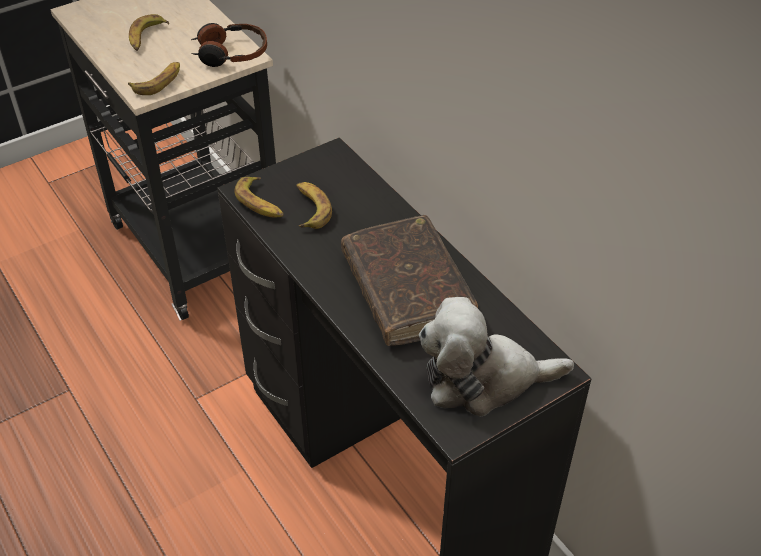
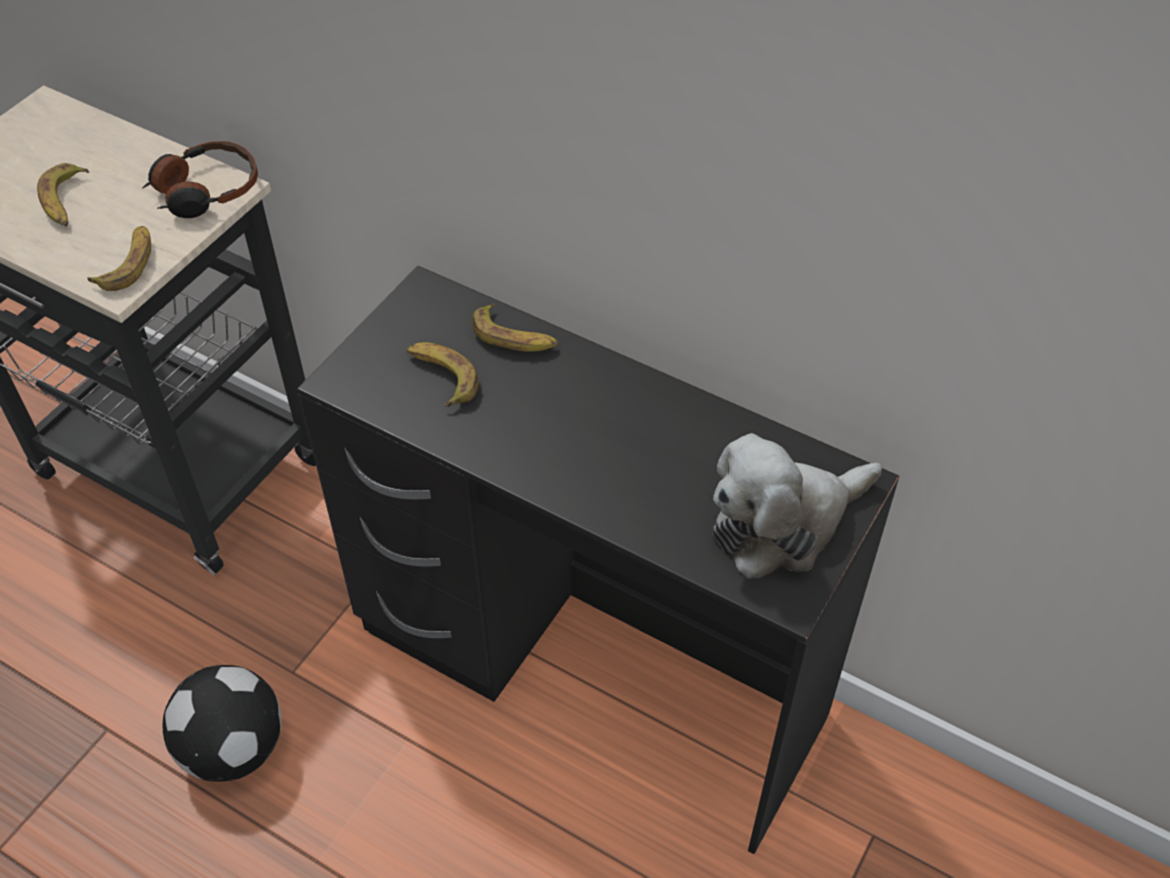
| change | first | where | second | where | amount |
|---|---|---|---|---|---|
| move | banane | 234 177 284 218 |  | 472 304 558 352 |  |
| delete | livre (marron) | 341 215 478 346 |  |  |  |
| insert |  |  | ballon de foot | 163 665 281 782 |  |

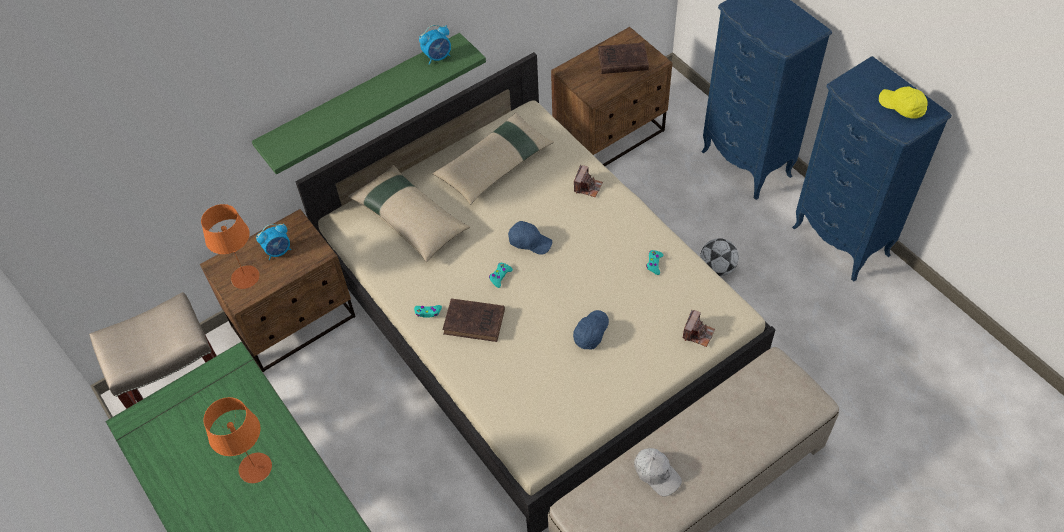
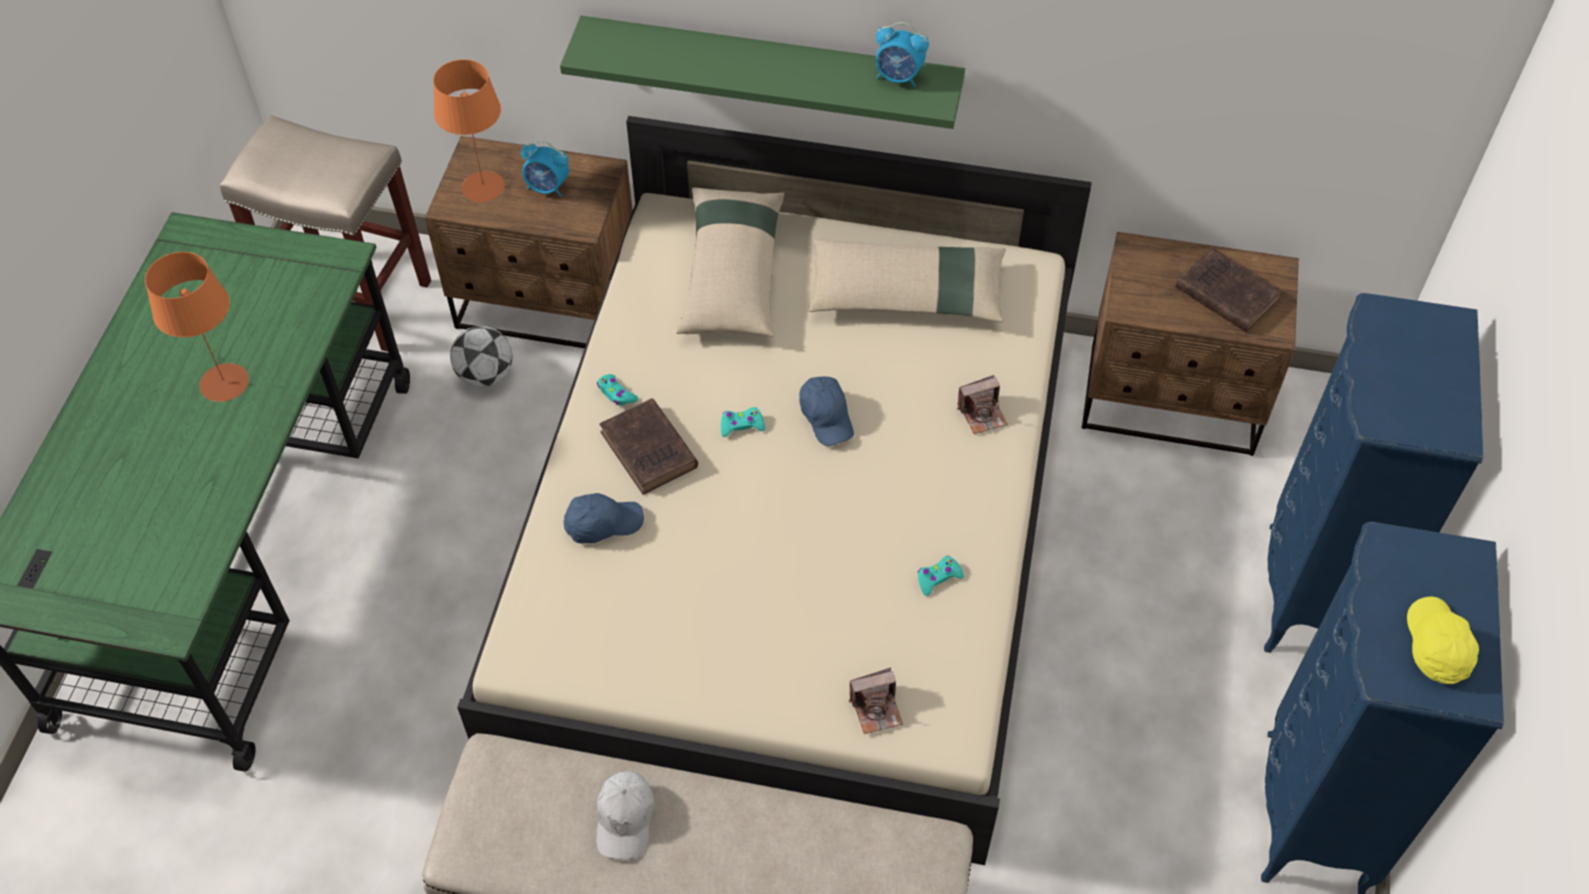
| change | first | where | second | where | amount |
|---|---|---|---|---|---|
| move | ballon de foot | 700 238 739 276 |  | 450 326 513 387 |  |
| move | casquette (bleu) | 573 310 609 350 |  | 564 493 644 543 |  |

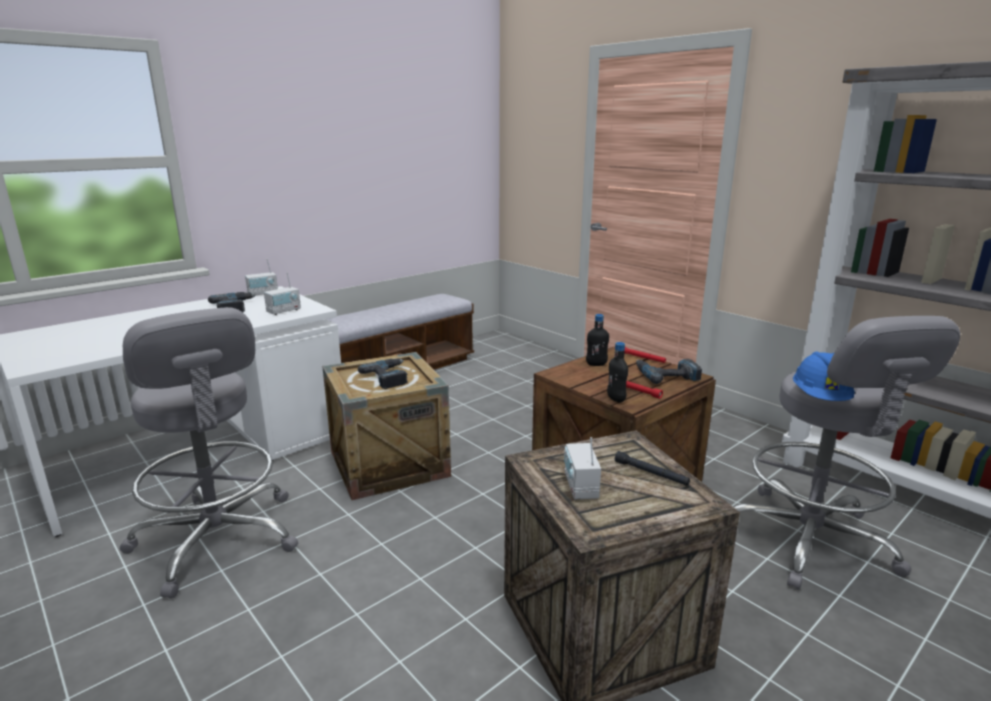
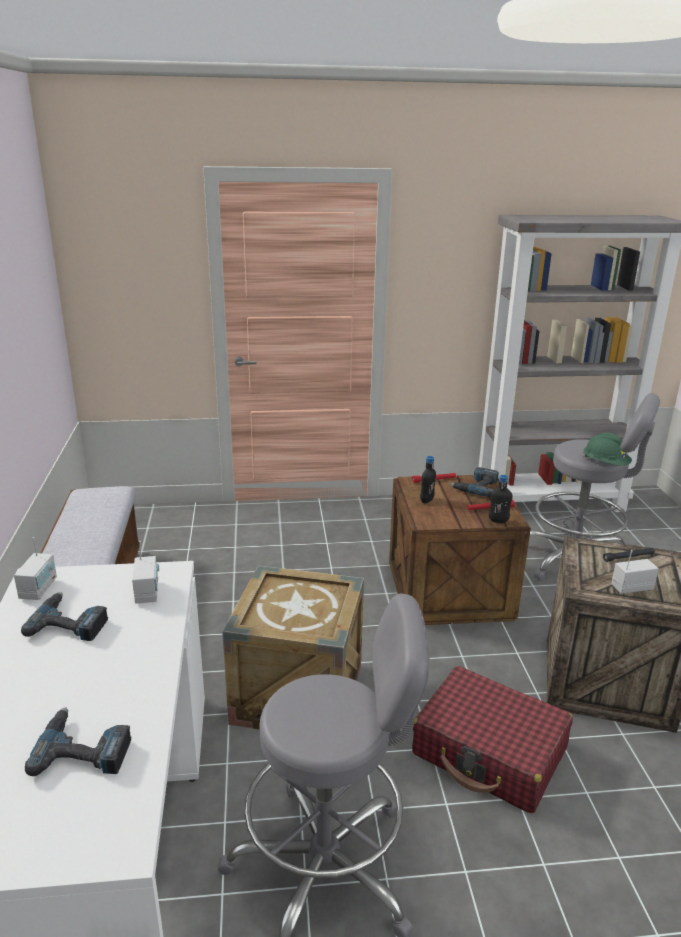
| change | first | where | second | where | amount |
|---|---|---|---|---|---|
| recolor | casque de chantier (bleu) | 793 351 855 401 | casque de chantier (vert) | 583 432 632 466 |  |
| move | perceuse | 358 358 408 389 |  | 25 707 131 776 |  |
| rotate | radio | 564 437 601 499 |  | 611 550 659 594 | 135 degrees clockwise |
| insert |  |  | valise (rouge) | 412 666 573 814 |  |

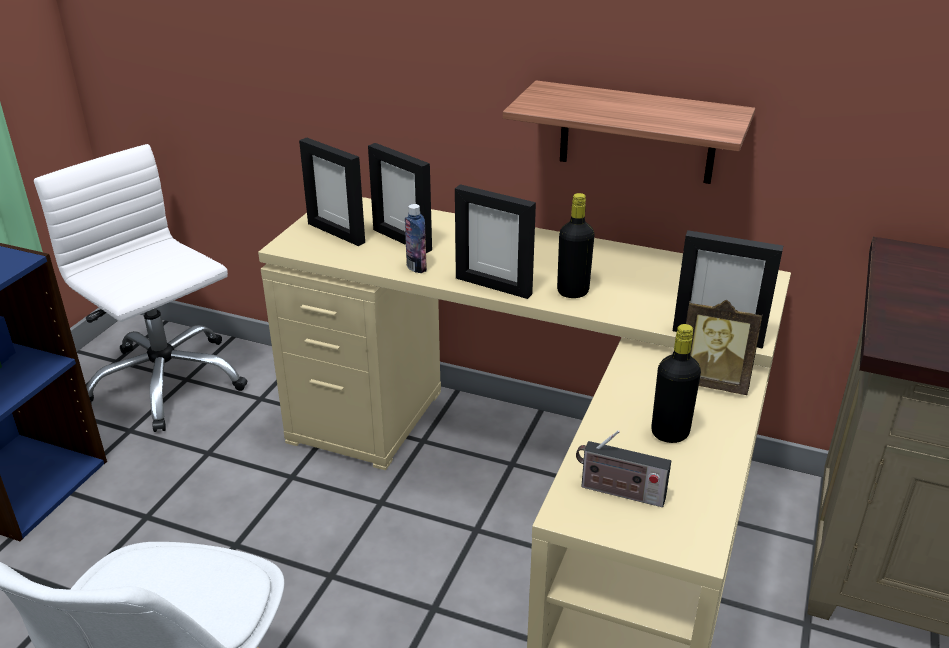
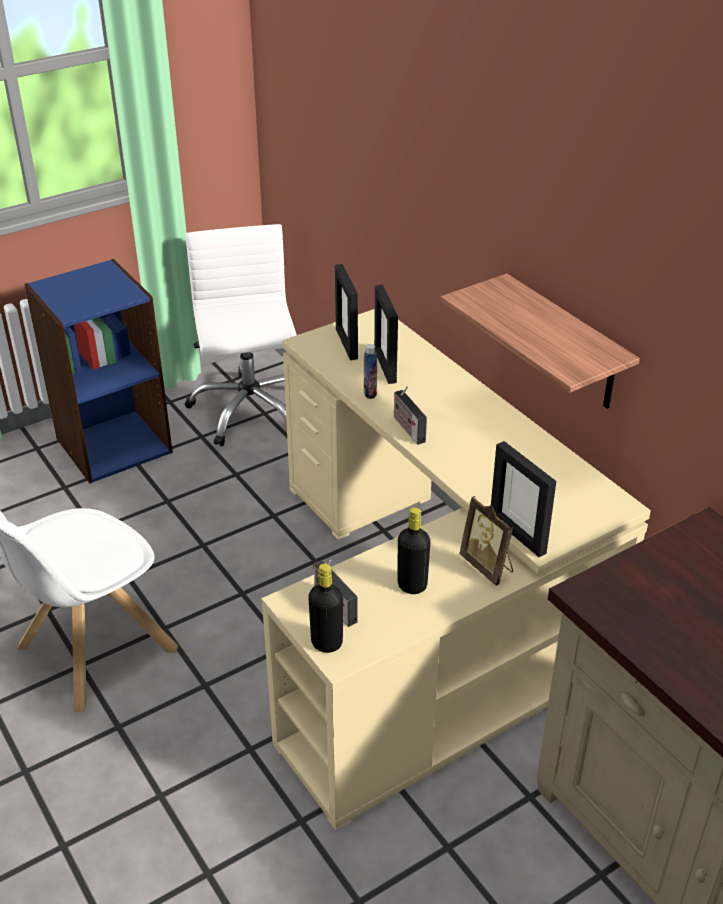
| change | first | where | second | where | amount |
|---|---|---|---|---|---|
| replace | cadre photo | 455 184 536 299 | radio | 394 386 427 445 |  |
| move | bouteille (noir) | 557 193 594 298 |  | 308 563 343 653 |  |

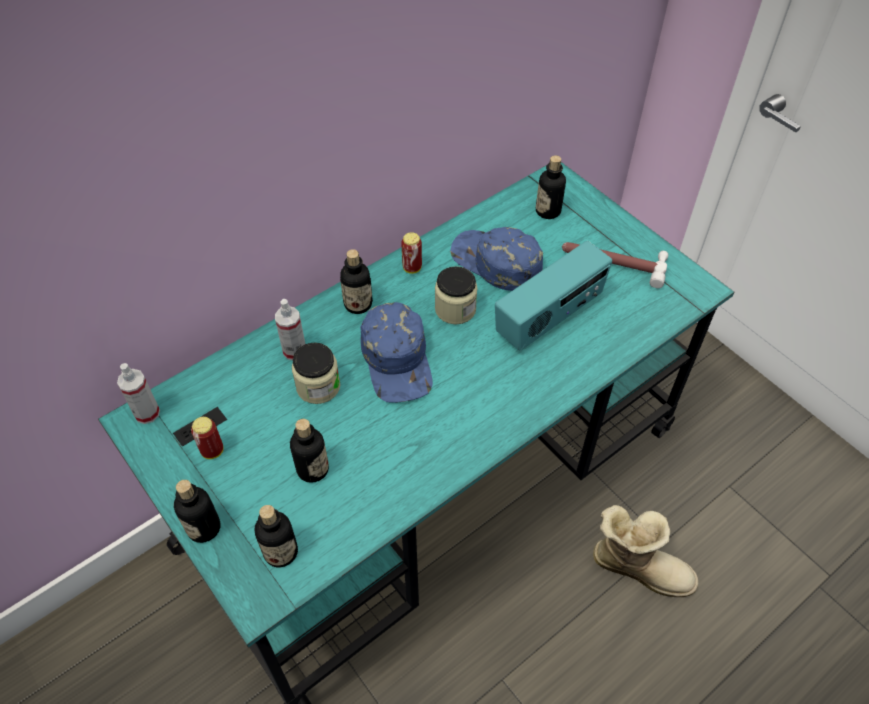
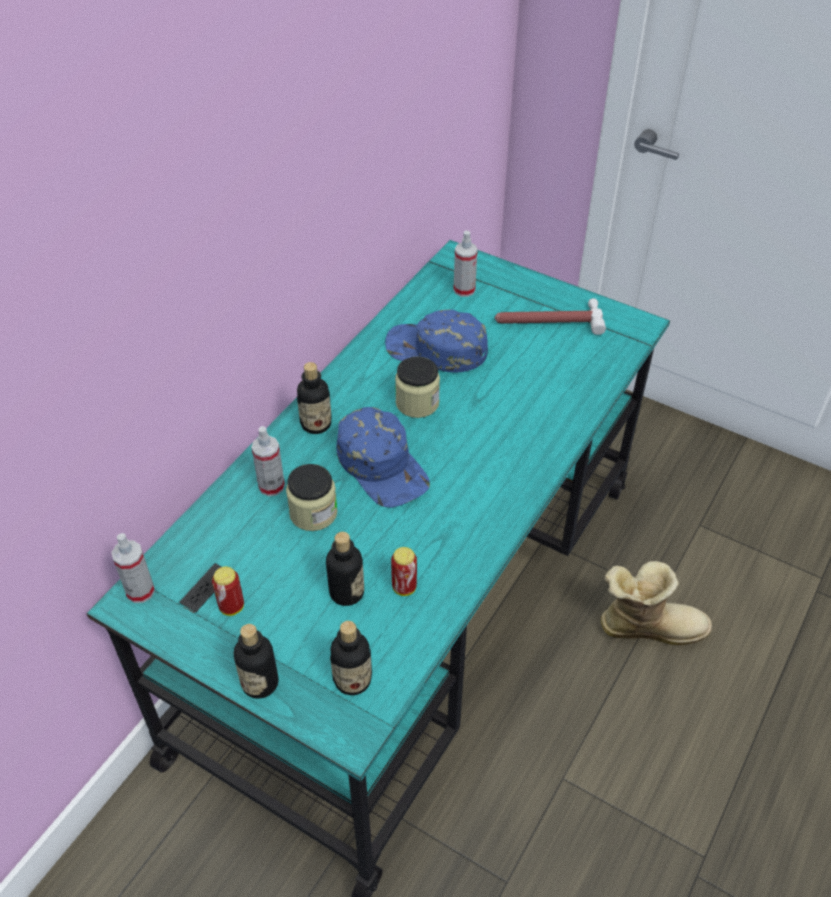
| change | first | where | second | where | amount |
|---|---|---|---|---|---|
| replace | bouteille | 536 155 566 219 | vaporisateur | 453 231 478 297 |  |
| move | boîte métallique | 401 232 422 274 |  | 391 547 417 596 |  |
| delete | radio | 495 241 612 351 |  |  |  |

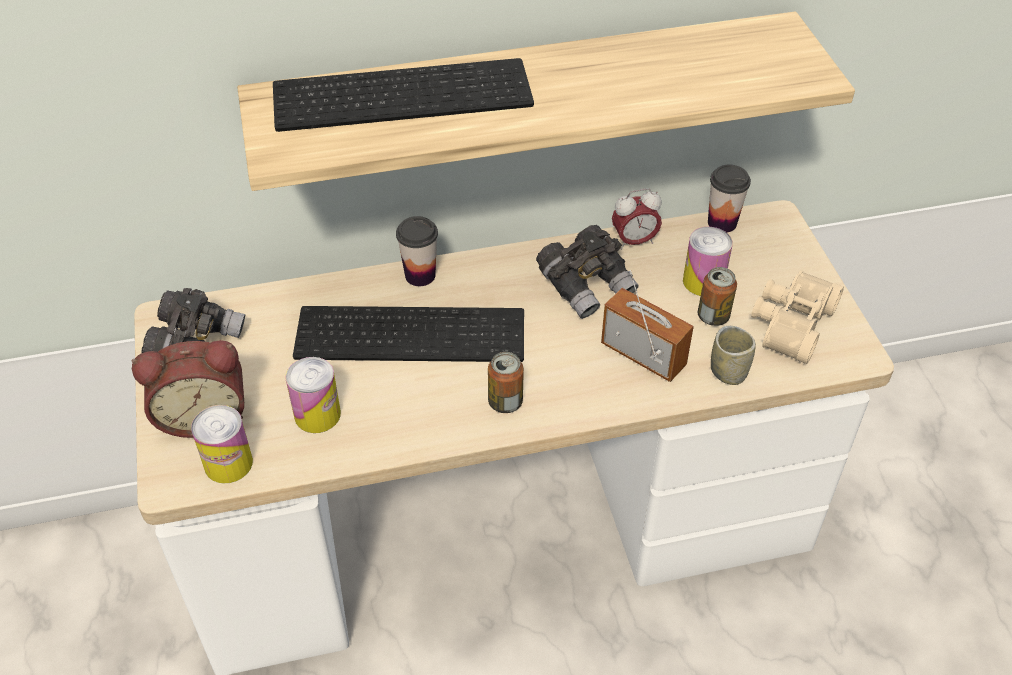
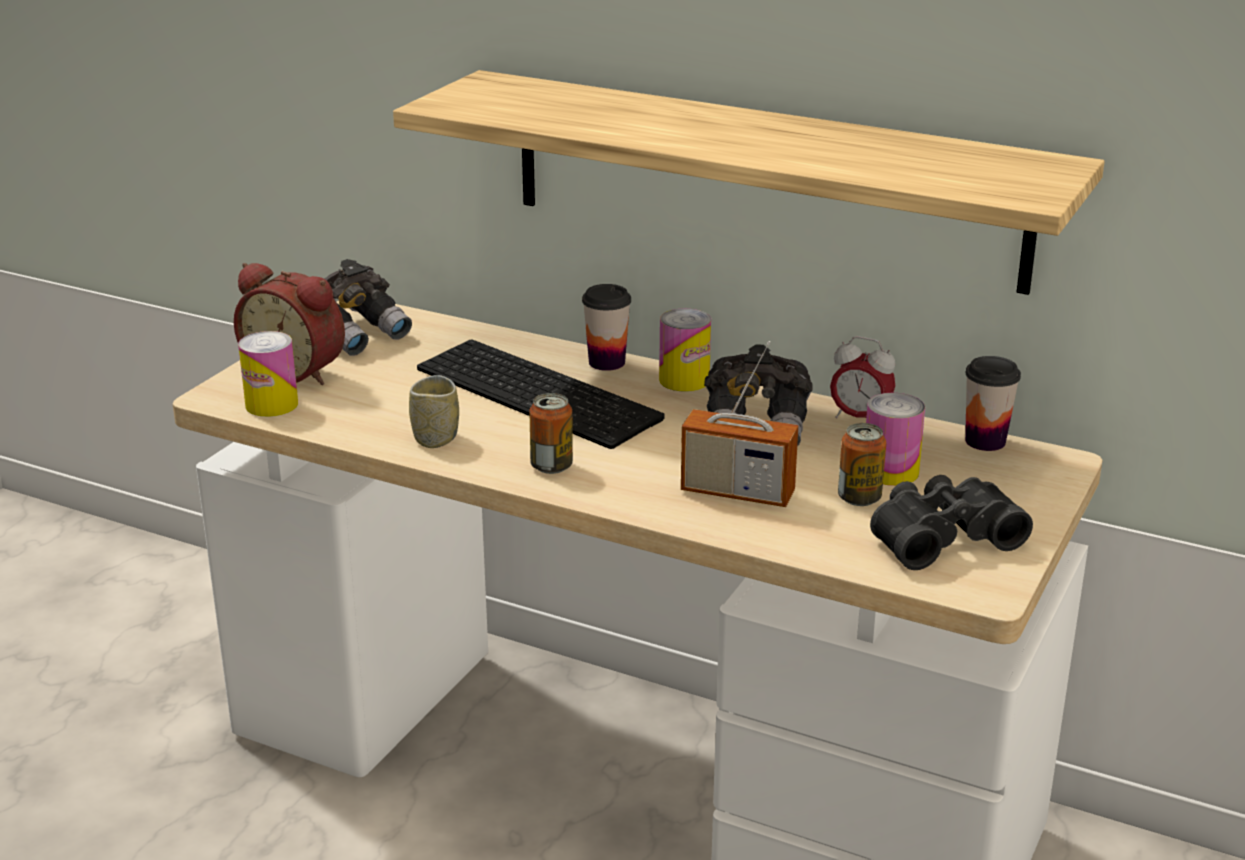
| change | first | where | second | where | amount |
|---|---|---|---|---|---|
| delete | clavier | 273 58 534 132 |  |  |  |
| rotate | radio | 601 270 694 382 |  | 681 341 798 507 | 120 degrees clockwise |
| recolor | jumelles (beige) | 751 271 844 364 | jumelles (noir) | 870 475 1033 570 |  |
| move | tasse | 711 326 756 385 |  | 409 375 459 448 |  |
| move | boîte métallique | 285 357 341 433 |  | 659 309 711 392 |  |

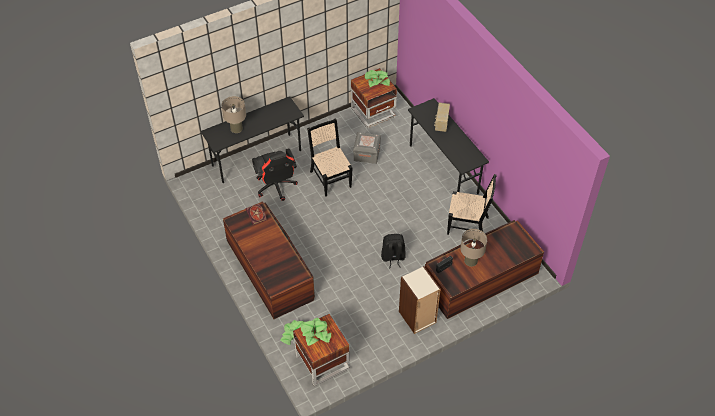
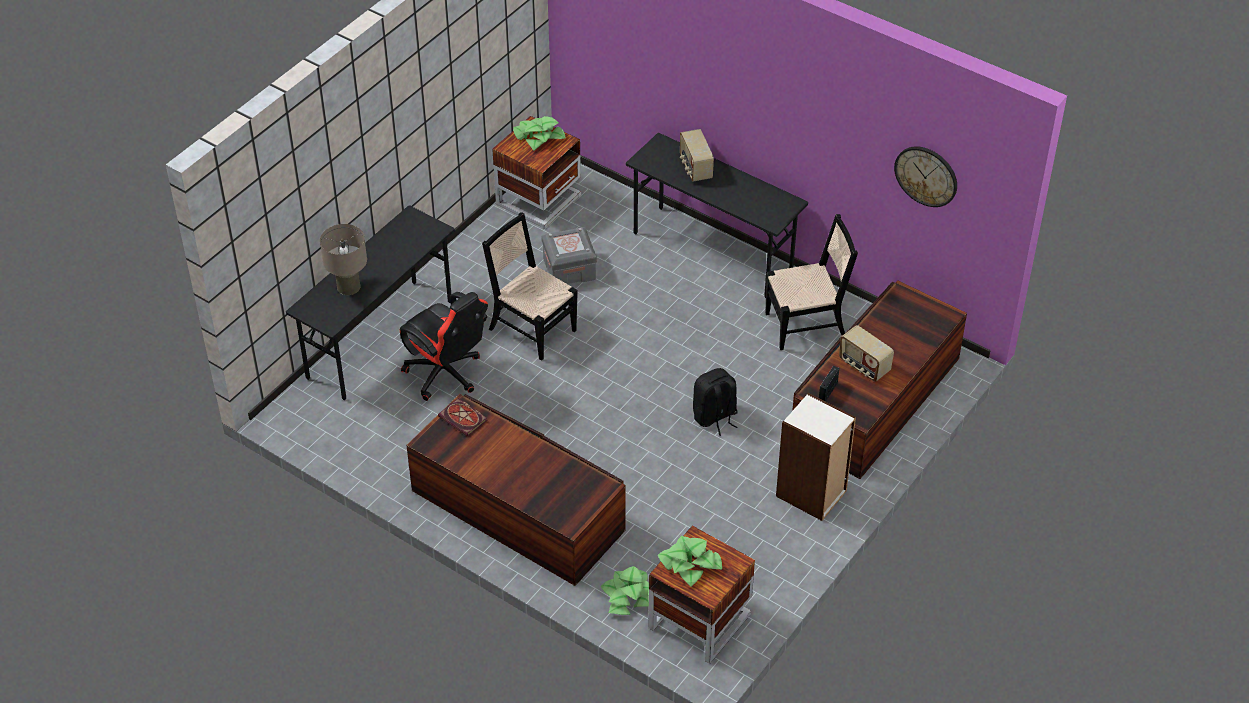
| change | first | where | second | where | amount |
|---|---|---|---|---|---|
| replace | lampe de table (beige) | 460 229 487 267 | radio | 839 325 894 382 |  |
| insert |  |  | horloge murale | 894 146 957 207 |  |

